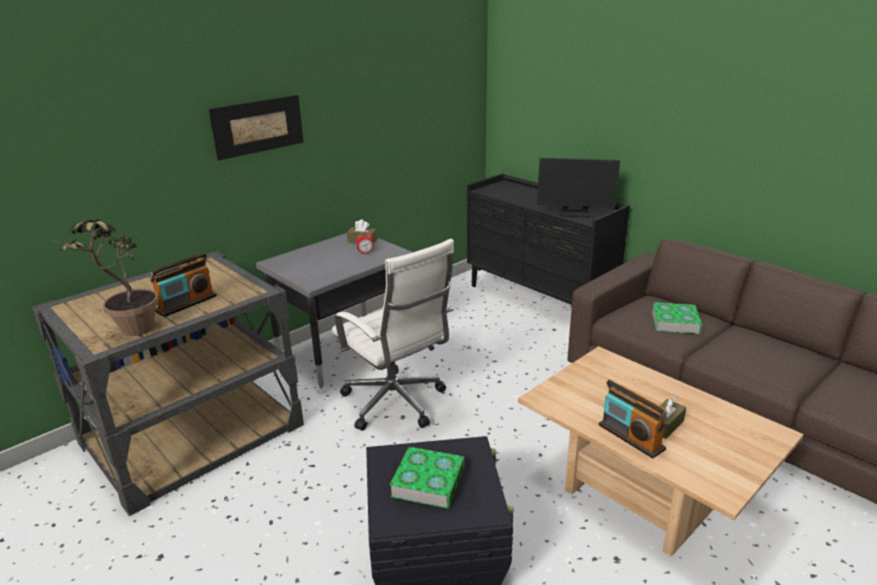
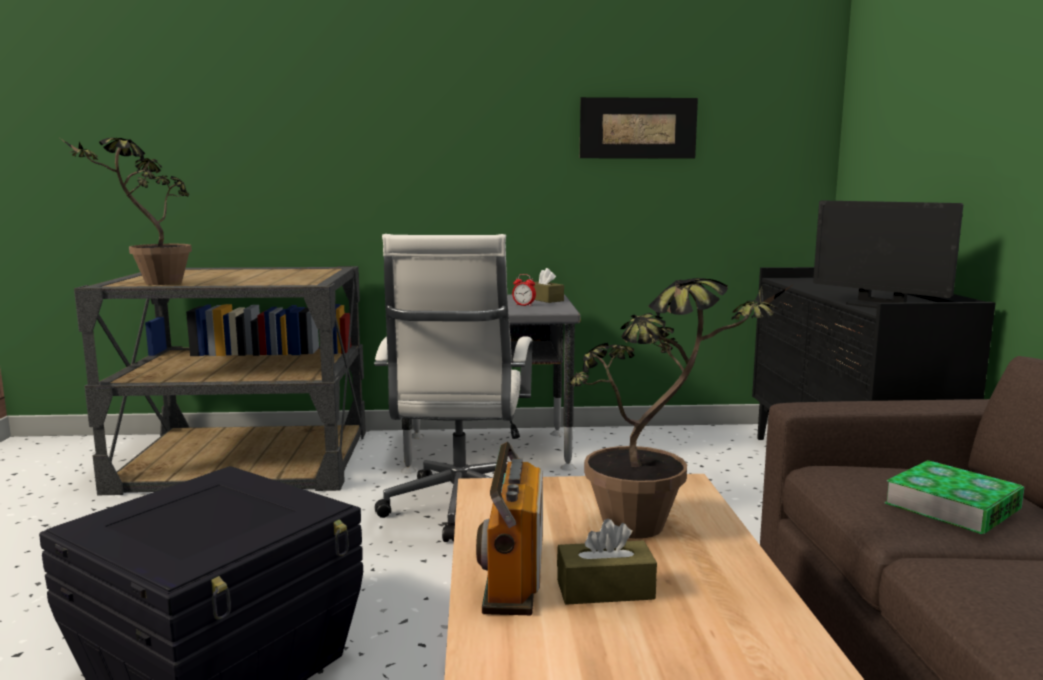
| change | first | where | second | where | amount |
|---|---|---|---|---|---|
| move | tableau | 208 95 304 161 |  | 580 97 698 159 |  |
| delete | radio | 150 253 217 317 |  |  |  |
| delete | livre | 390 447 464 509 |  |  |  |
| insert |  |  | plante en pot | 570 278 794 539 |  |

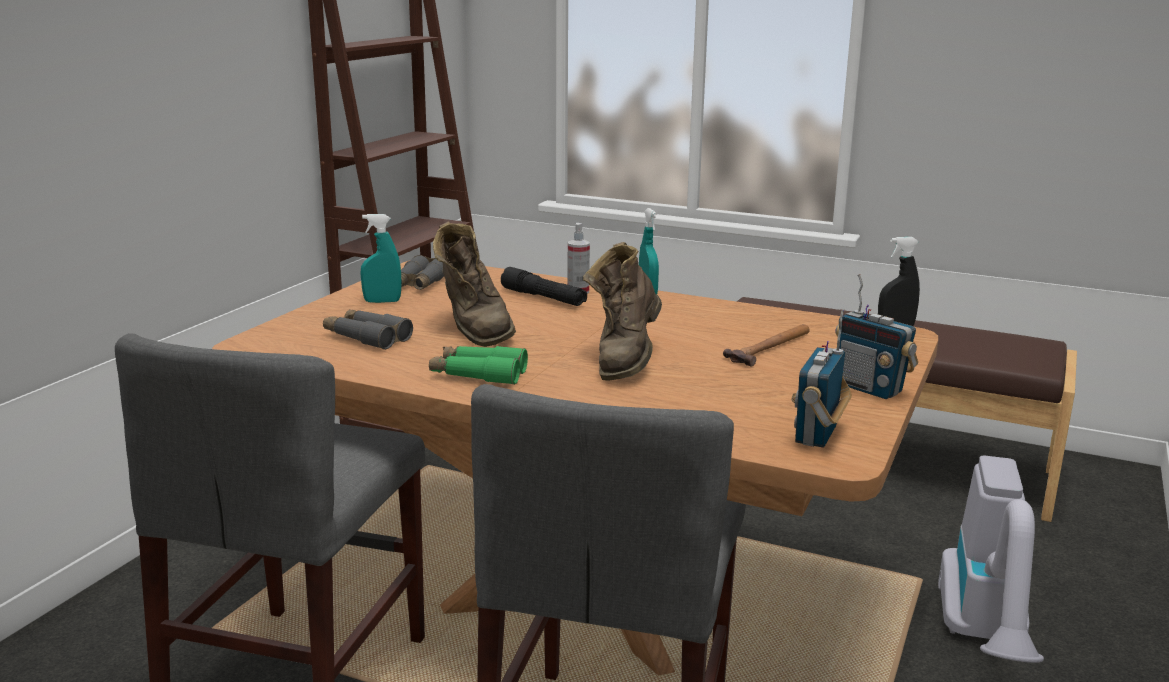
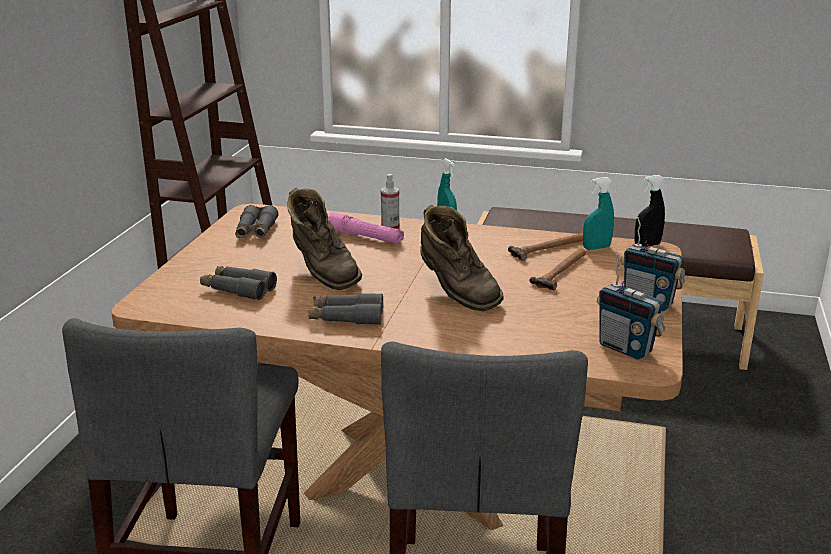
| change | first | where | second | where | amount |
|---|---|---|---|---|---|
| move | vaporisateur (turquoise) | 361 214 401 303 |  | 583 177 614 250 |  |
| rotate | botte (marron) | 583 242 662 381 |  | 420 205 504 312 | 45 degrees counterclockwise |
| recolor | lampe de poche (noir) | 501 267 587 306 | lampe de poche (rose) | 328 212 404 244 |  |
| rotate | radio | 792 309 852 448 |  | 597 254 665 360 | 60 degrees counterclockwise |
| recolor | jumelles (vert) | 429 346 528 385 | jumelles (gris) | 308 293 383 325 |  |
| delete | aspirateur | 938 456 1044 663 |  |  |  |
| insert |  |  | marteau | 508 233 583 261 |  |

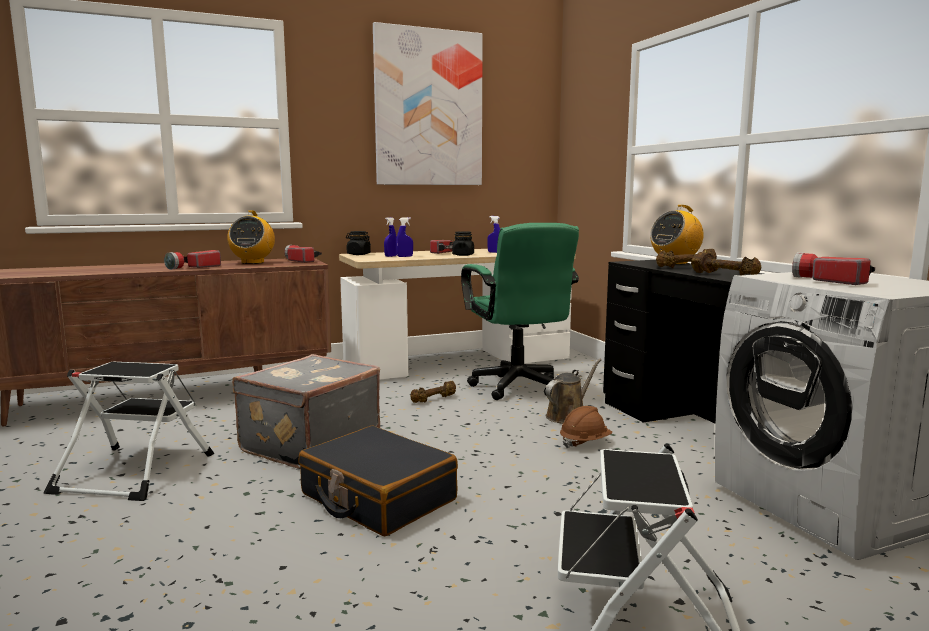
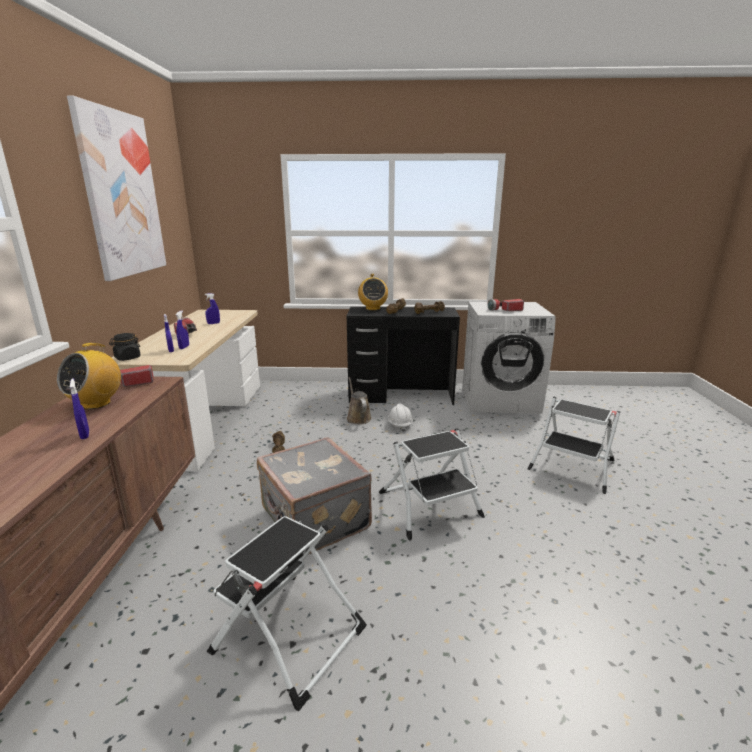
| change | first | where | second | where | amount |
|---|---|---|---|---|---|
| rotate | radio | 227 210 275 264 |  | 57 343 121 409 | 90 degrees clockwise |
| delete | chaise de bureau (vert) | 461 223 579 400 |  |  |  |
| delete | bocal (noir) | 452 231 474 256 |  |  |  |
| replace | lampe de poche | 164 250 221 270 | vaporisateur (bleu) | 70 378 89 439 |  |
| recolor | casque de chantier (marron) | 560 406 612 449 | casque de chantier (blanc) | 388 404 413 432 |  |
| replace | valise (noir) | 298 426 458 536 | escabeau | 379 428 485 541 |  |

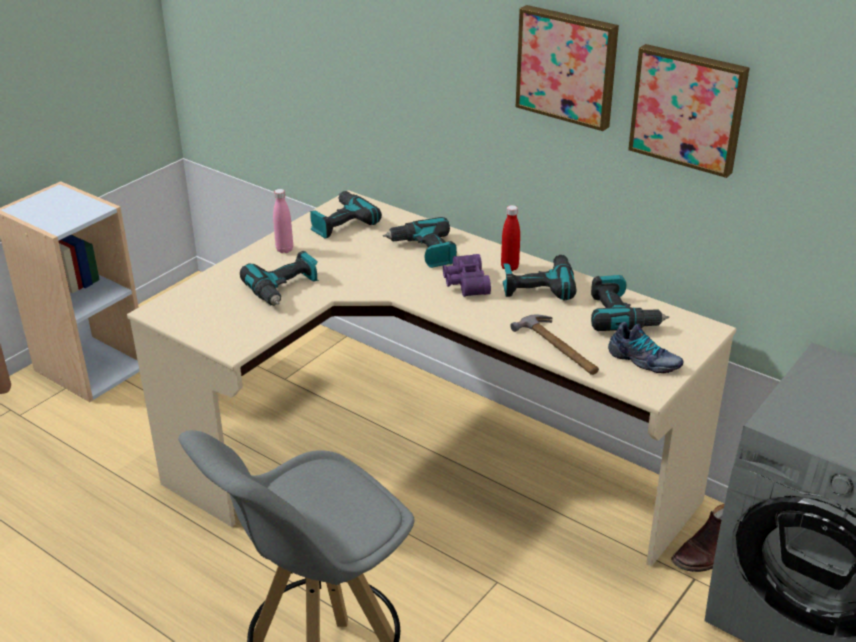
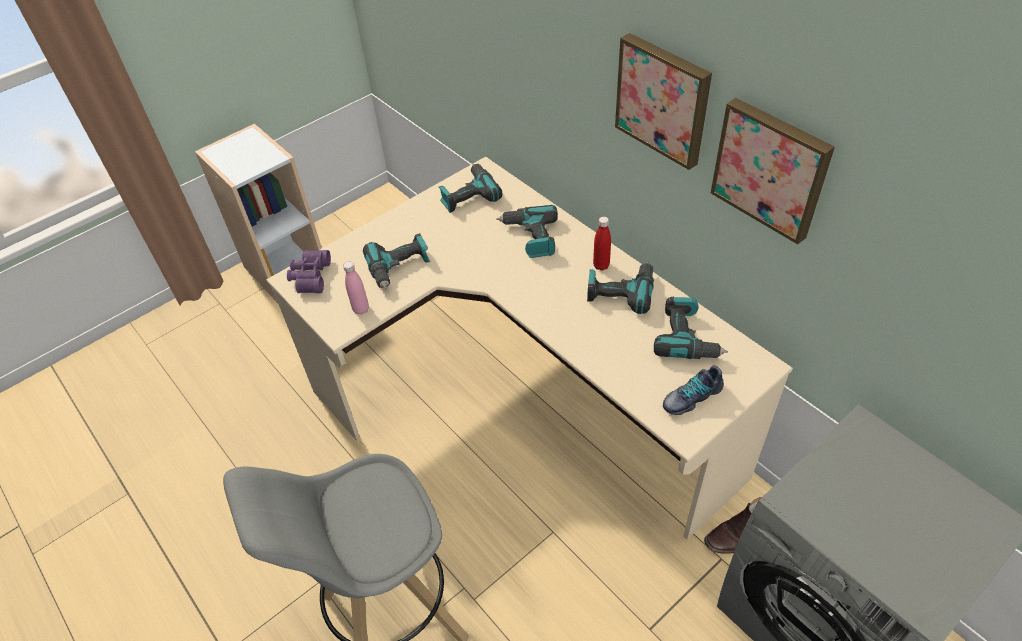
| change | first | where | second | where | amount |
|---|---|---|---|---|---|
| move | bouteille (rose) | 273 189 293 253 |  | 343 261 369 315 |  |
| move | jumelles (violet) | 443 254 491 297 |  | 287 250 331 293 |  |
| delete | marteau | 510 315 599 375 |  |  |  |
| rotate | chaussure | 608 322 683 374 |  | 663 366 724 415 | 105 degrees clockwise |

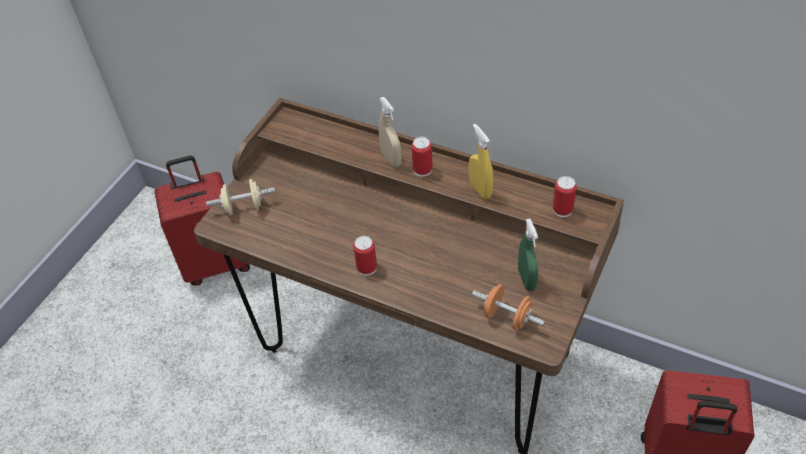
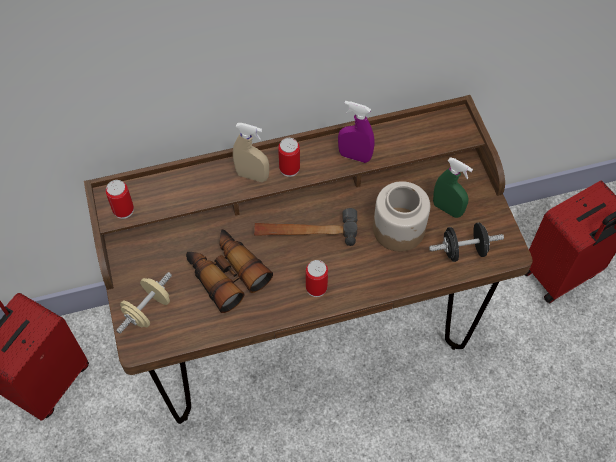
| change | first | where | second | where | amount |
|---|---|---|---|---|---|
| recolor | vaporisateur (jaune) | 469 124 493 199 | vaporisateur (violet) | 338 101 374 163 |  |
| move | boîte métallique | 553 176 577 217 |  | 106 180 134 219 |  |
| recolor | haltère (orange) | 472 284 545 330 | haltère (noir) | 429 223 504 262 |  |
| insert |  |  | bocal | 373 181 430 252 |  |
| insert |  |  | marteau | 254 208 357 246 |  |
| insert |  |  | jumelles | 186 229 273 313 |  |

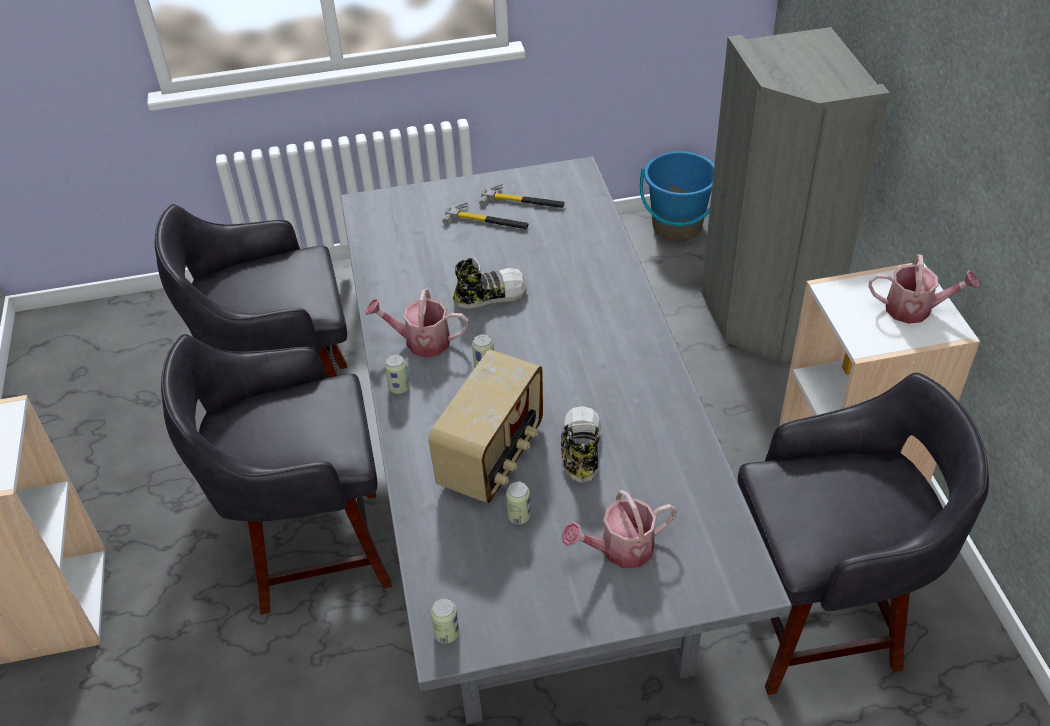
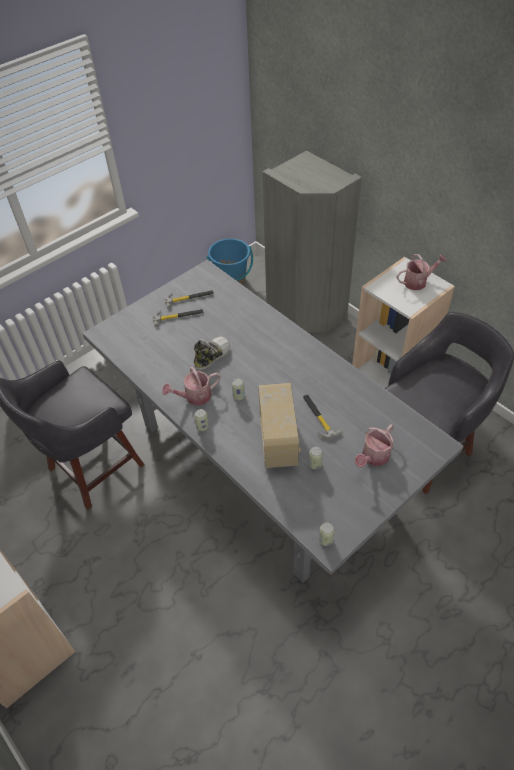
| change | first | where | second | where | amount |
|---|---|---|---|---|---|
| delete | tabouret (gris) | 161 334 392 615 |  |  |  |
| replace | chaussure | 561 406 601 483 | marteau | 303 395 343 440 |  |

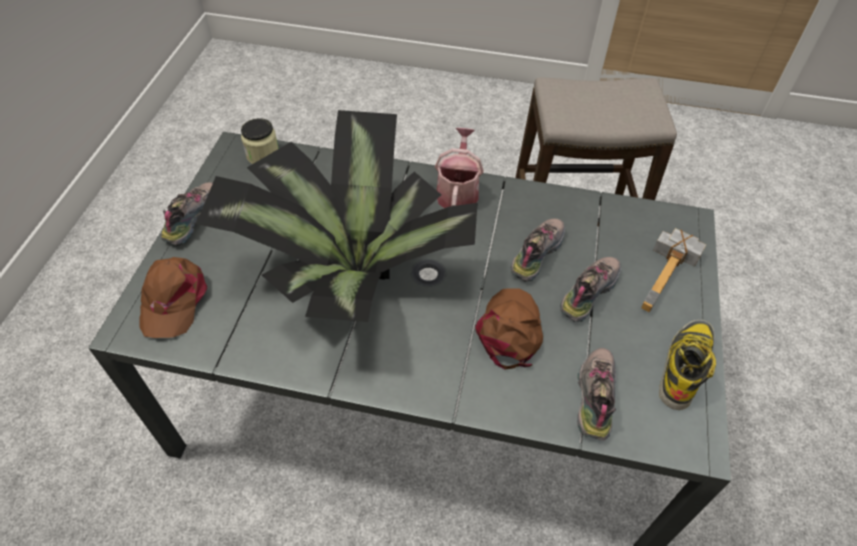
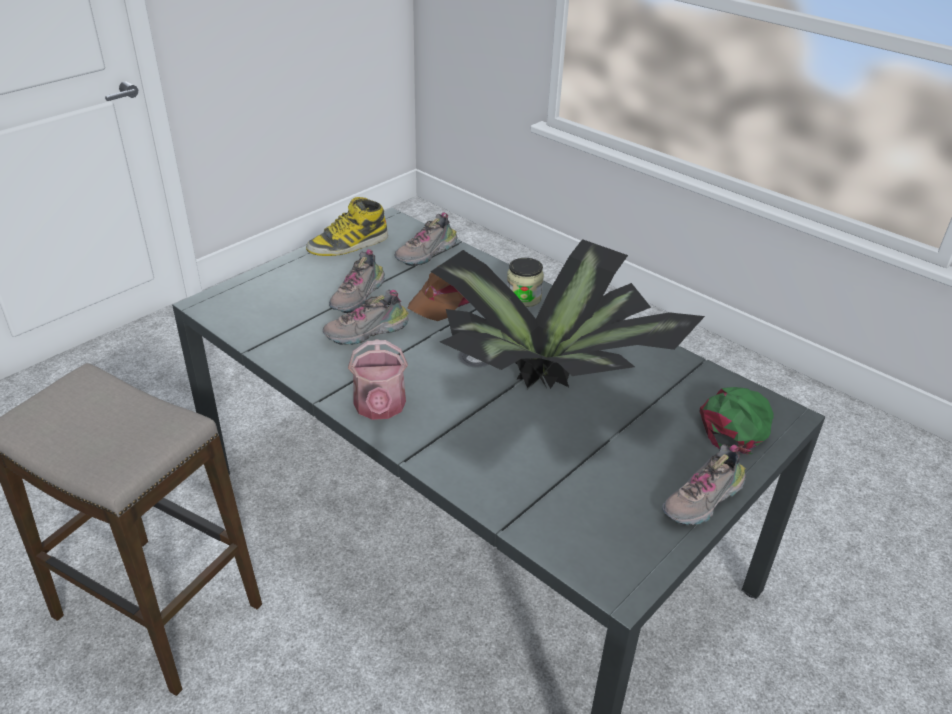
| change | first | where | second | where | amount |
|---|---|---|---|---|---|
| move | bocal | 241 118 279 164 |  | 507 258 544 307 |  |
| rotate | arrosoir | 435 128 484 208 |  | 348 339 408 420 | 45 degrees counterclockwise |
| delete | marteau | 641 228 707 312 |  |  |  |
| recolor | casquette (marron) | 140 257 207 338 | casquette (vert) | 700 387 774 454 |  |
| rotate | chaussure | 560 257 621 322 |  | 329 249 385 313 | 45 degrees counterclockwise |

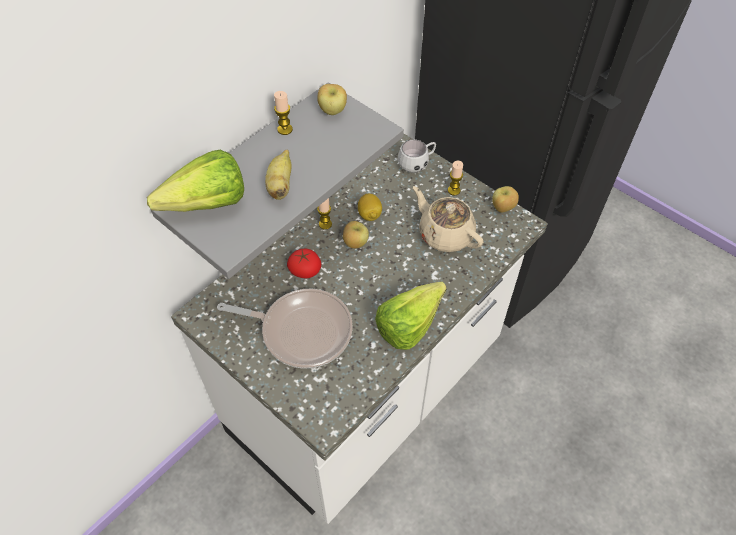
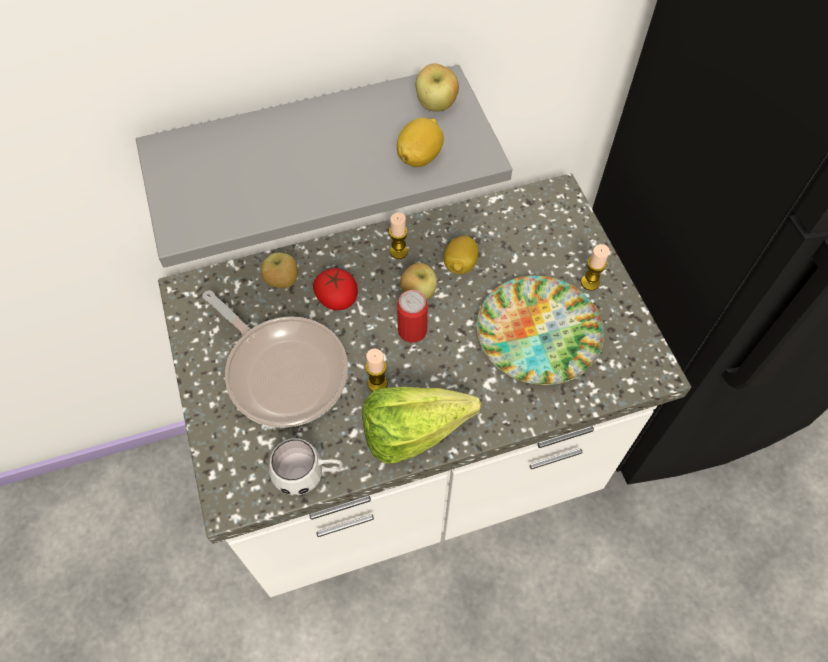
| change | first | where | second | where | amount |
|---|---|---|---|---|---|
| move | bougie | 274 91 293 135 |  | 365 349 387 392 |  |
| move | mug (blanc) | 398 139 436 173 |  | 269 438 343 495 |  |
| delete | laitue | 147 150 244 212 |  |  |  |
| delete | banane | 265 150 292 200 |  |  |  |
| replace | théière (beige) | 413 186 483 252 | assiette | 477 276 604 385 |  |
| move | pomme | 492 186 519 213 |  | 261 253 298 288 |  |
| insert |  |  | citron | 397 118 444 167 |  |
| insert |  |  | boîte métallique | 397 290 428 343 |  |

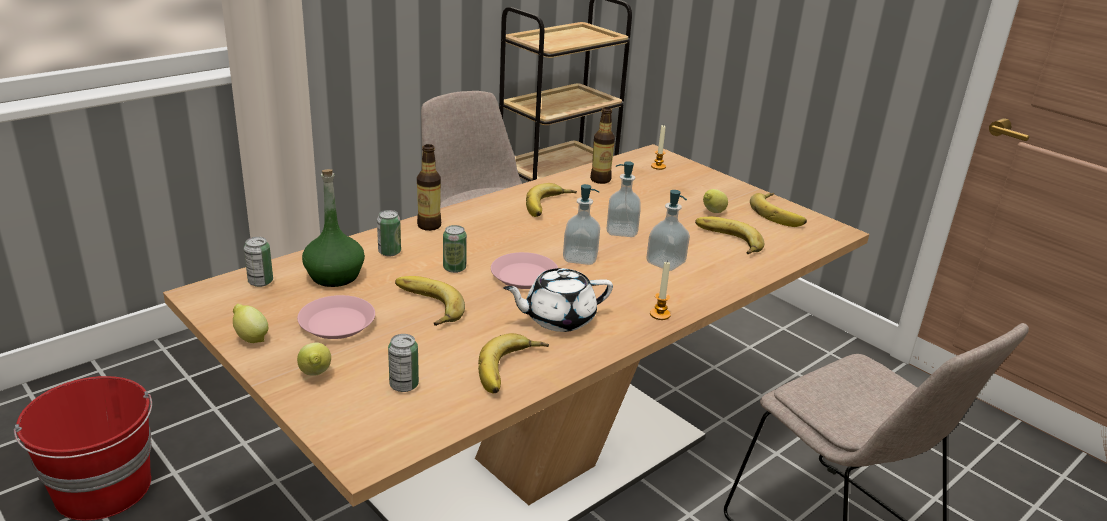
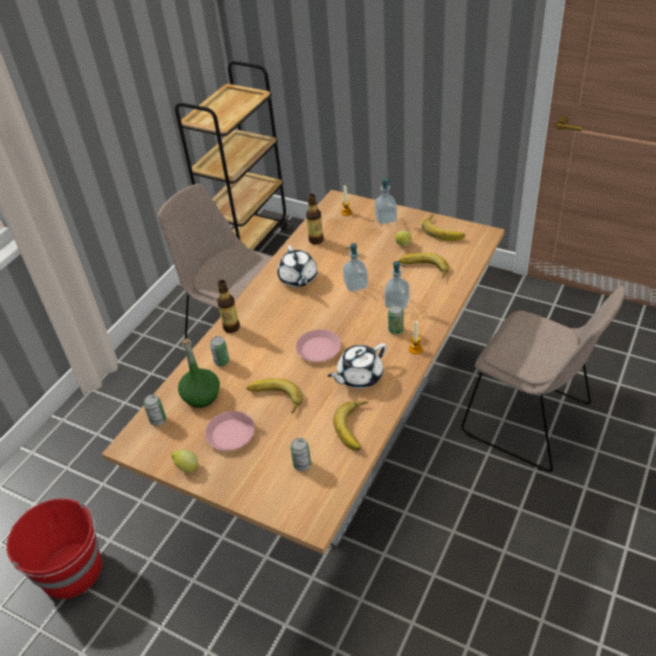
| change | first | where | second | where | amount |
|---|---|---|---|---|---|
| replace | banane | 526 183 577 217 | théière (blanc) | 277 245 317 287 |  |
| move | distributeur de savon | 563 184 600 265 |  | 374 178 397 224 |  |
| move | boîte métallique | 443 225 467 273 |  | 388 305 404 335 |  |
| delete | citron | 297 342 331 376 |  |  |  |

